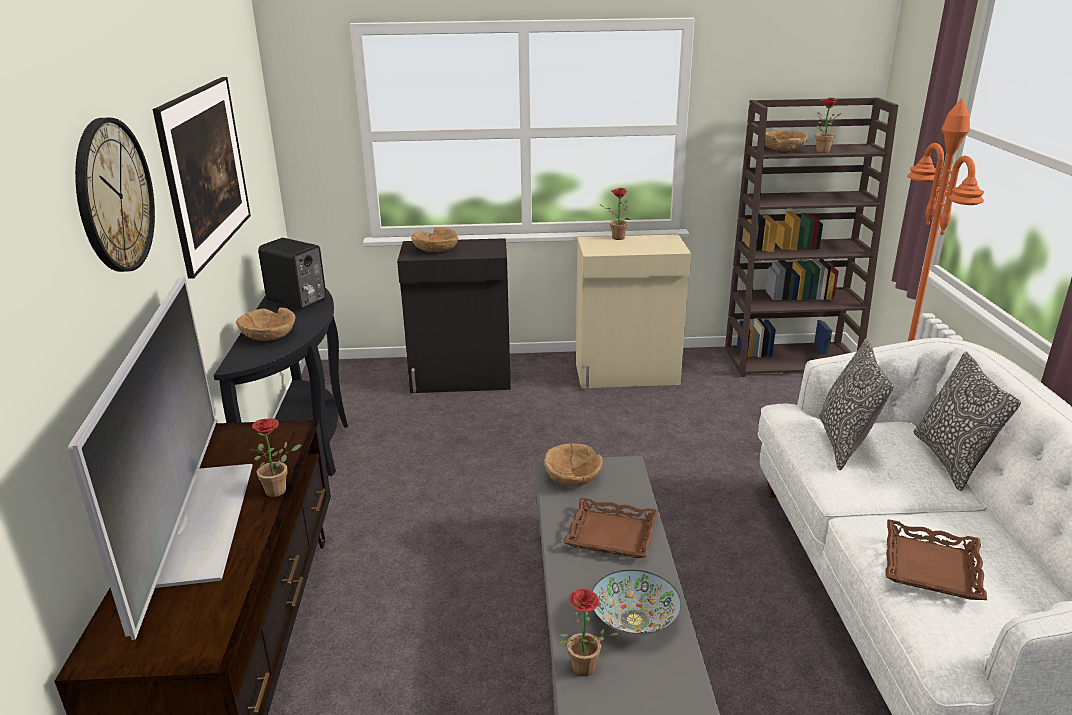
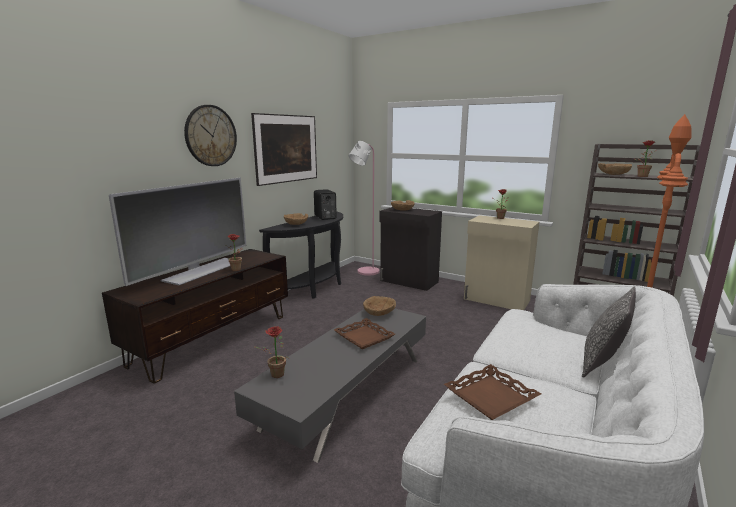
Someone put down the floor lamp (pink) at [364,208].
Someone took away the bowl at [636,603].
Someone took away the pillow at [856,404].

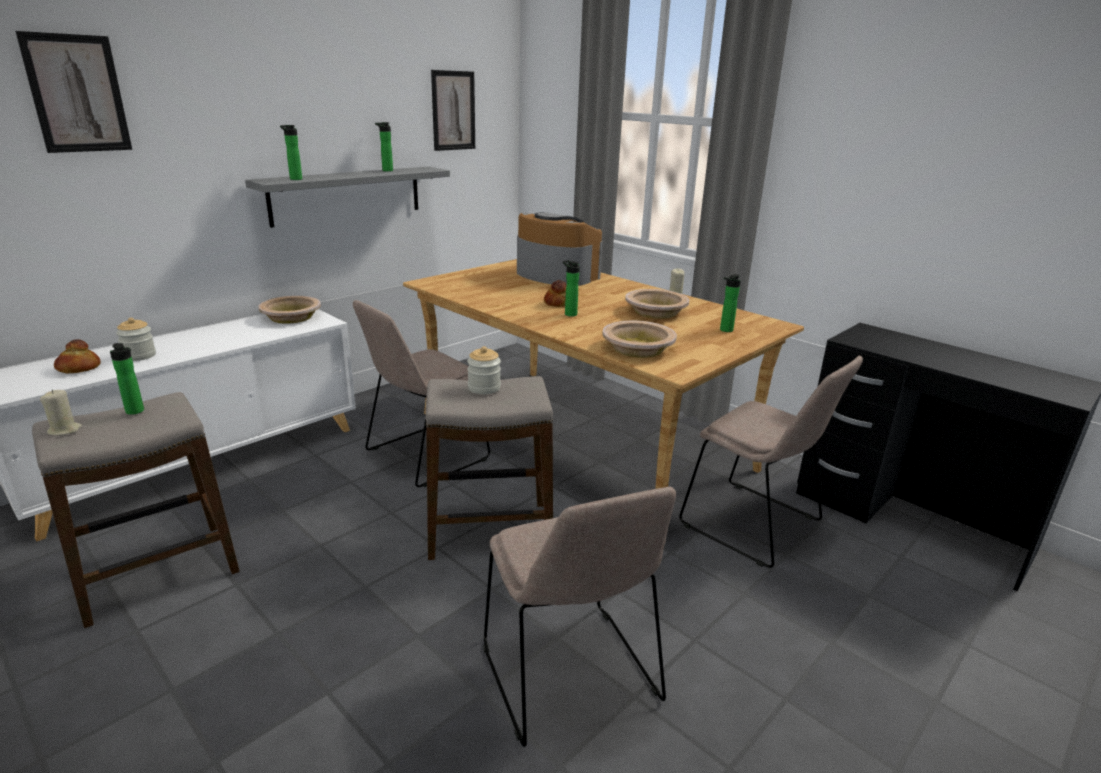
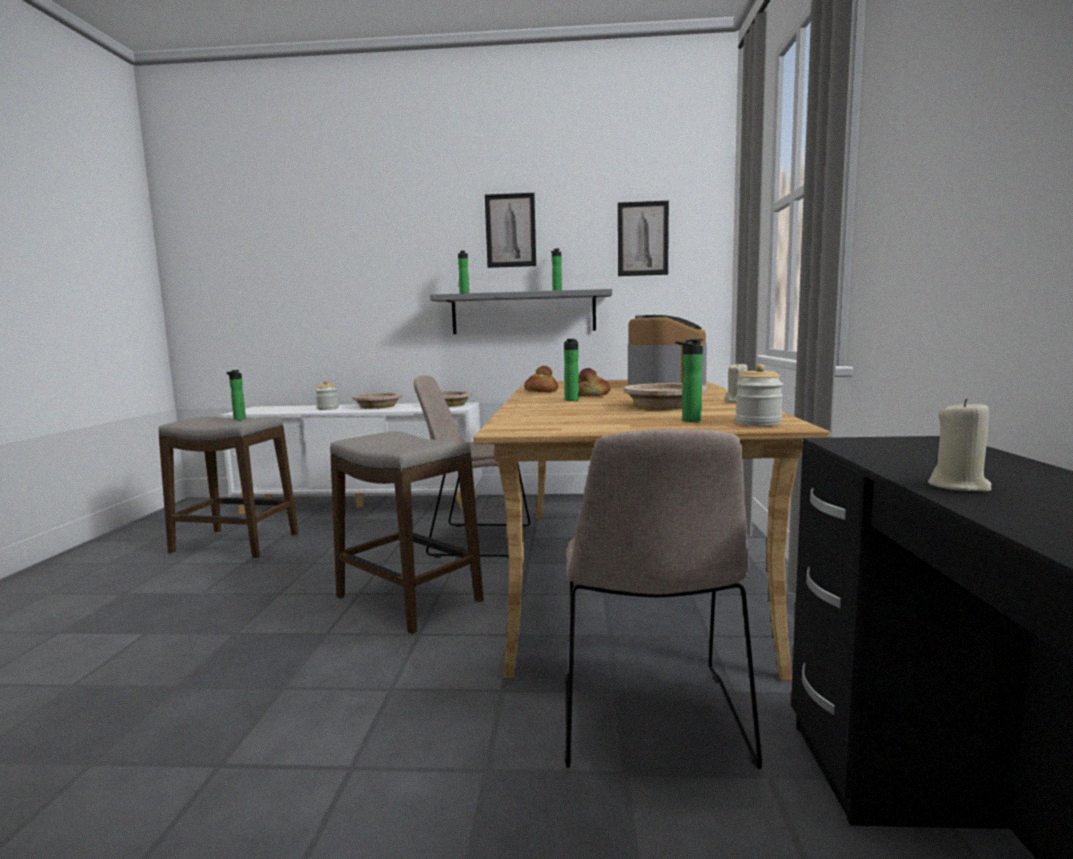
Someone carried the bowl (beige) from [639,339] to [377,401].
Someone carried the picture from [73,92] to [510,230].
Someone carried the bread from [77,356] to [541,379].
Someone carried the jar from [484,370] to [759,395].
Someone carried the candle (beige) from [61,413] to [959,445].
Someone took away the chair (beige) at [579,617].

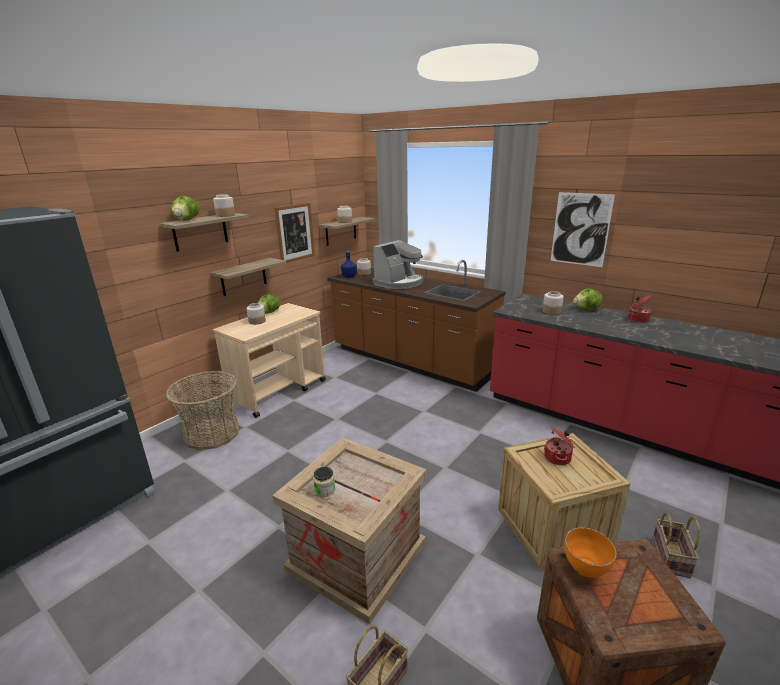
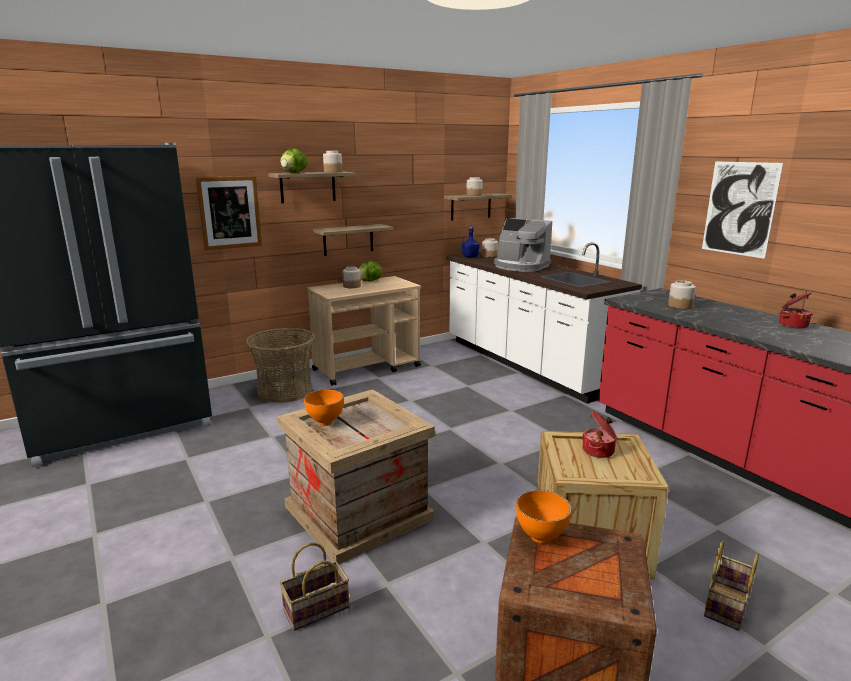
Someone carried the picture from [295,233] to [229,213].
Someone swapped the jar at [324,482] for the bowl (orange) at [324,407].
Someone repainted the counter (brown) at [416,326], which became the counter (white) at [544,323].
Someone rotated the coffee machine at [398,264] by 60 degrees clockwise.
Someone took away the lettuce at [587,299].

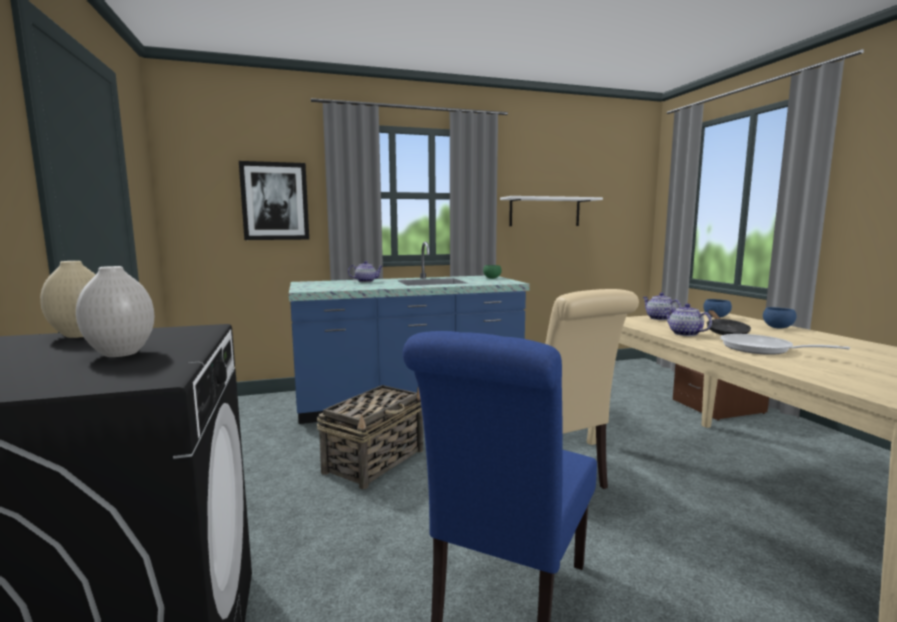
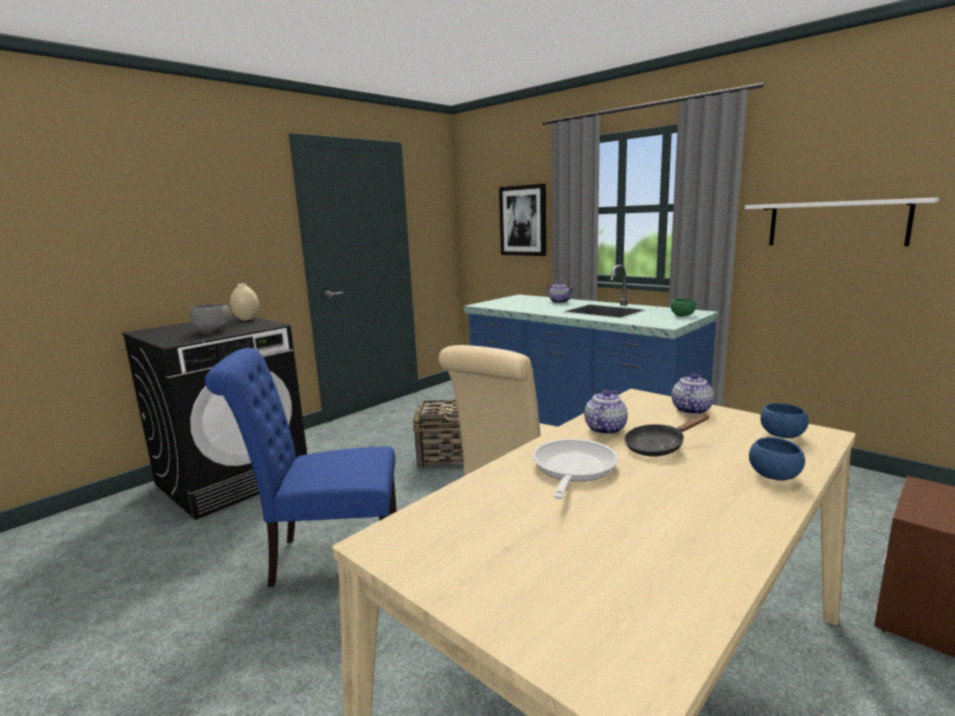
Someone swapped the vase (white) at [115,311] for the bowl (grey) at [210,318].

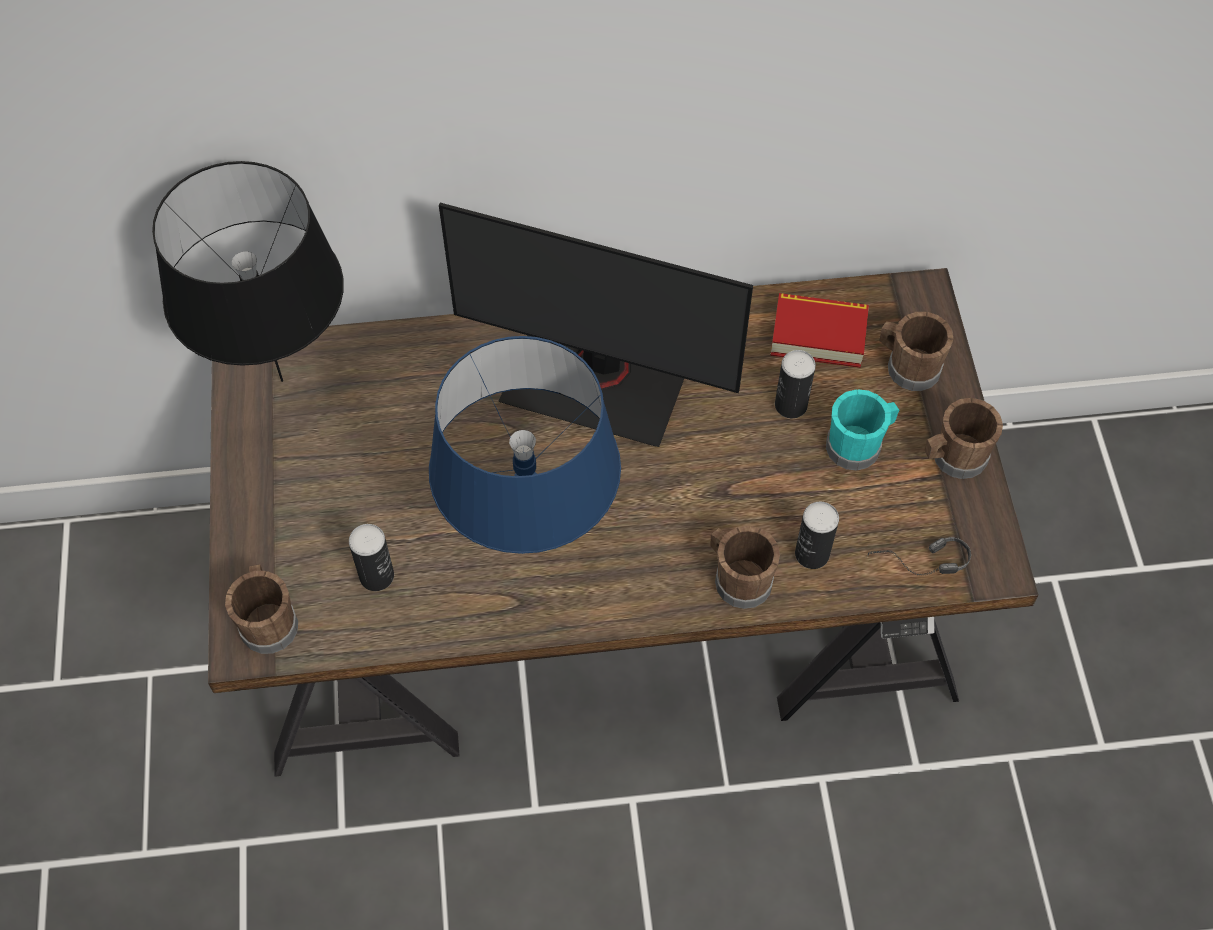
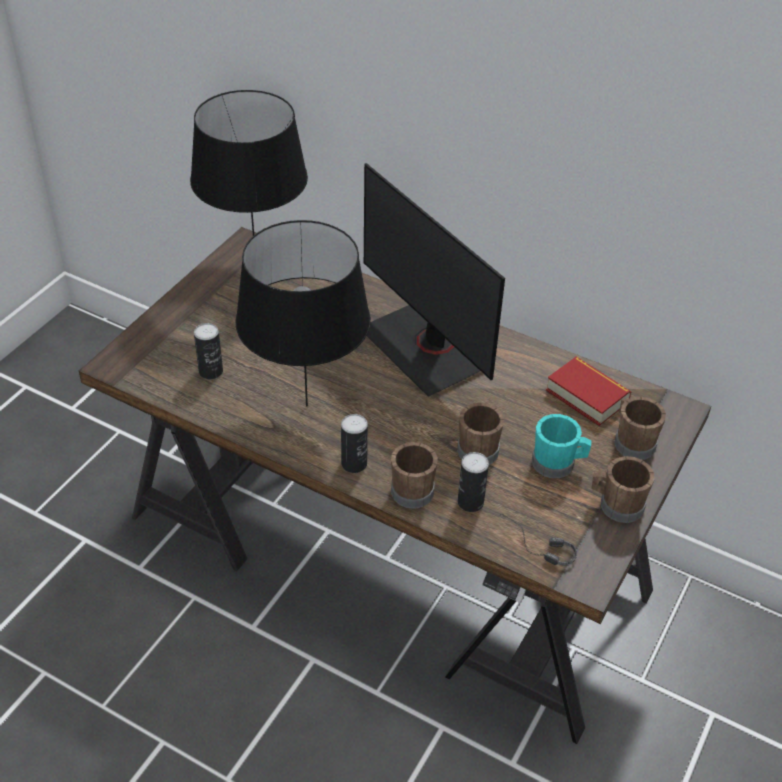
Someone repainted the table lamp (blue) at [525,445], which became the table lamp (black) at [303,313].
Someone carried the can from [795,384] to [354,443].
Someone carried the mug (brown) from [261,609] to [480,434].

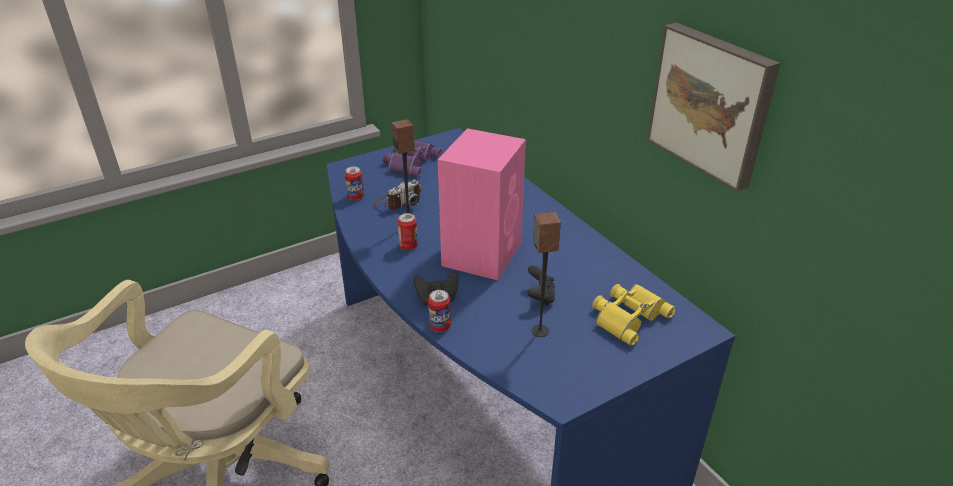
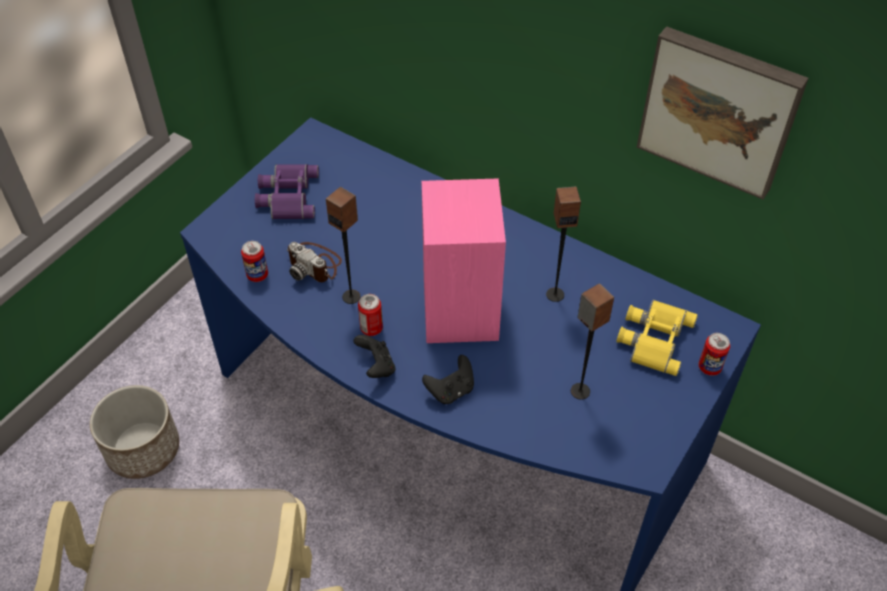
Someone put down the planter at [134,432].
Someone rotated the photo camera at [398,195] by 105 degrees clockwise.
Someone carried the game controller (black) from [541,285] to [374,356].
Someone put down the speaker at [563,244].
Someone carried the can from [439,311] to [714,354].

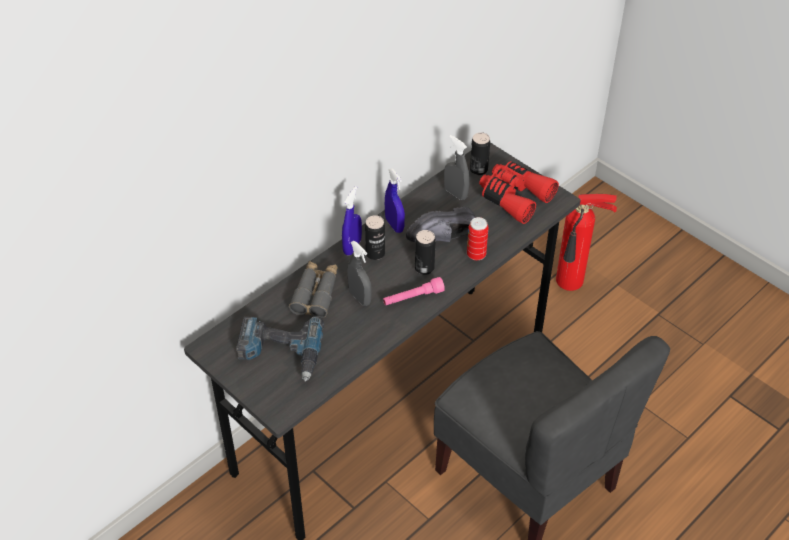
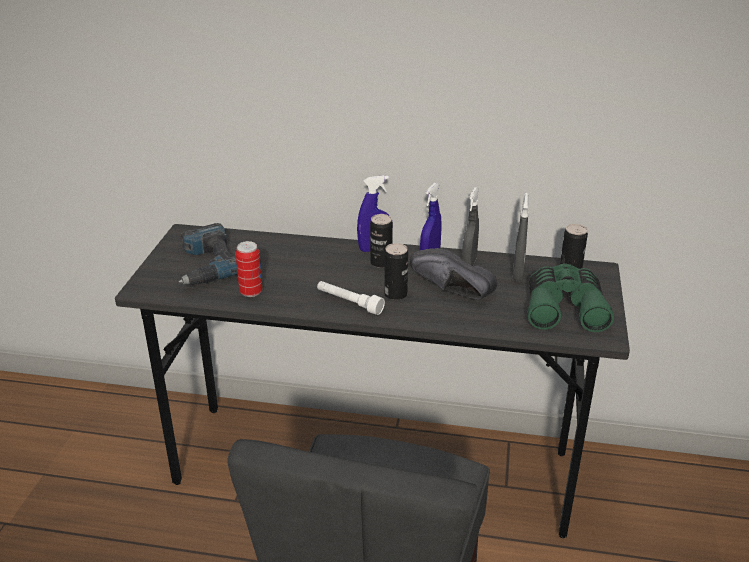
Someone carried the can from [478,238] to [249,269].
Someone repainted the flashlight (pink) at [414,291], which became the flashlight (white) at [351,298].
Someone carried the spray bottle (grey) from [359,273] to [470,226].
Someone repainted the binoculars (red) at [519,192], which became the binoculars (green) at [571,298].
Someone took away the binoculars (grey) at [313,289].
Someone took away the fire extinguisher at [586,242].

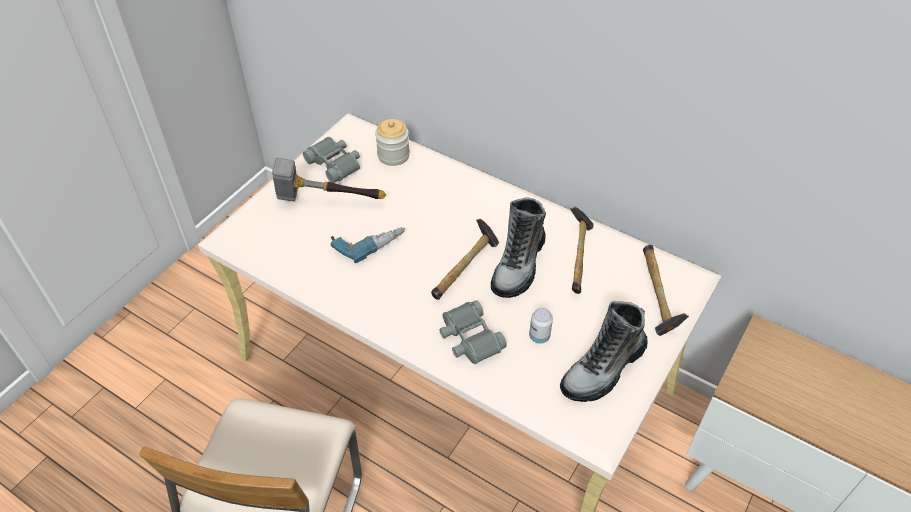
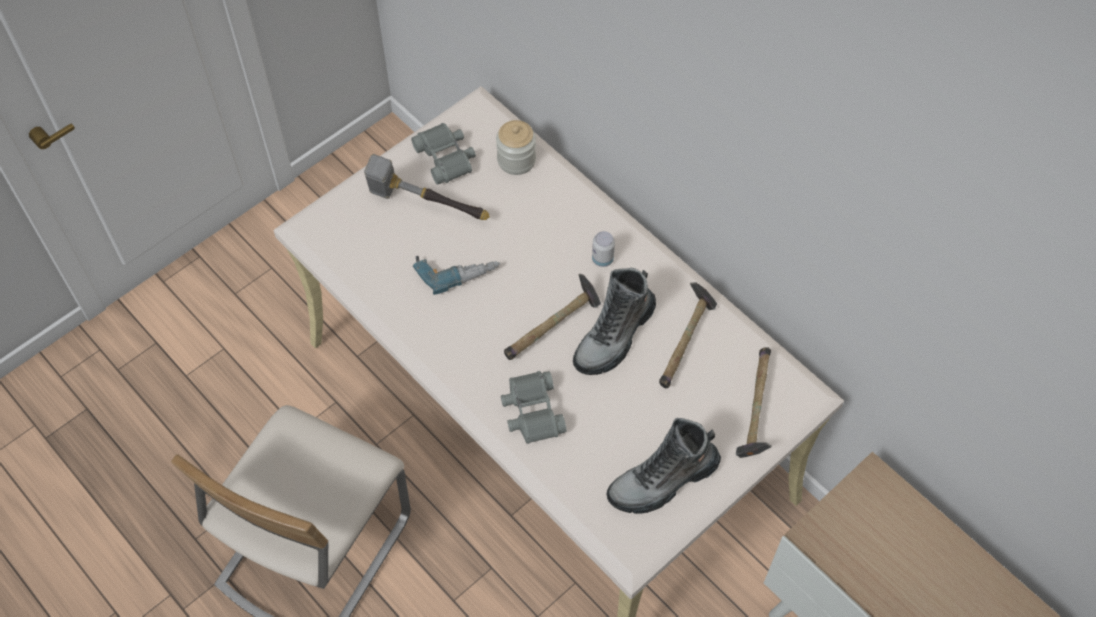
Someone carried the can from [541,326] to [603,249].

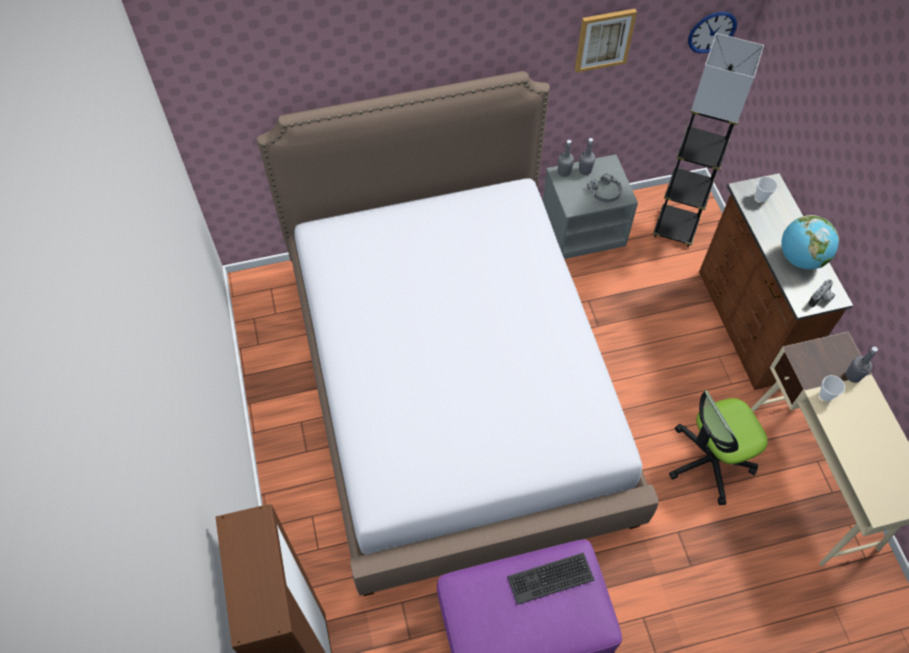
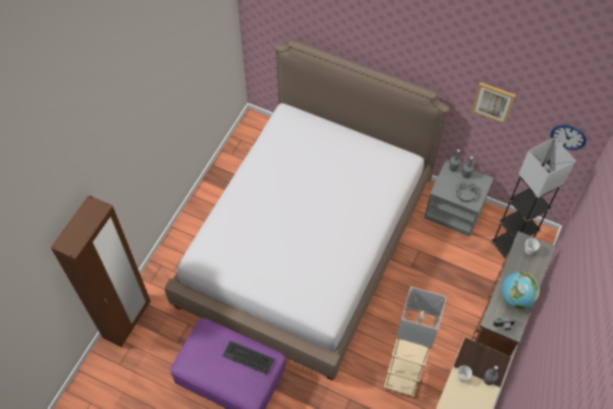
Someone swapped the office chair at [718,447] for the floor lamp (beige) at [415,342].

